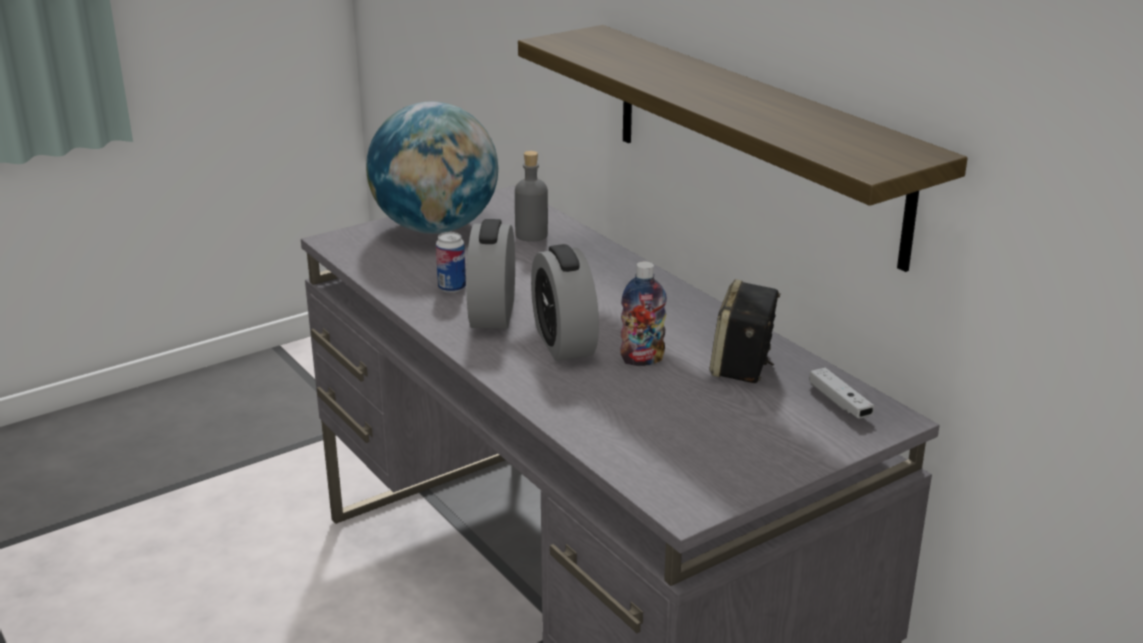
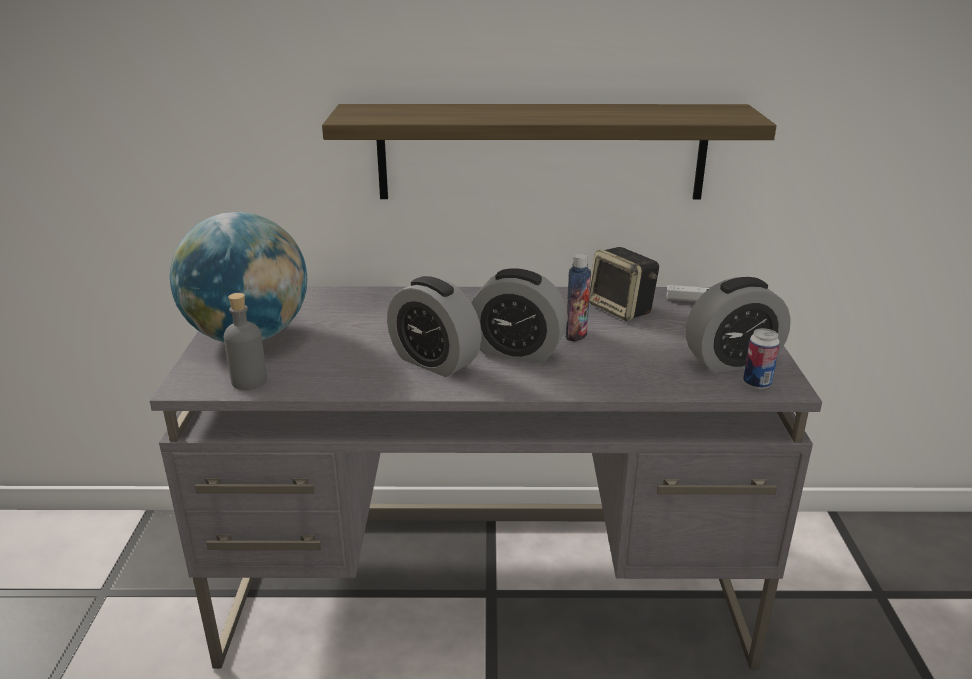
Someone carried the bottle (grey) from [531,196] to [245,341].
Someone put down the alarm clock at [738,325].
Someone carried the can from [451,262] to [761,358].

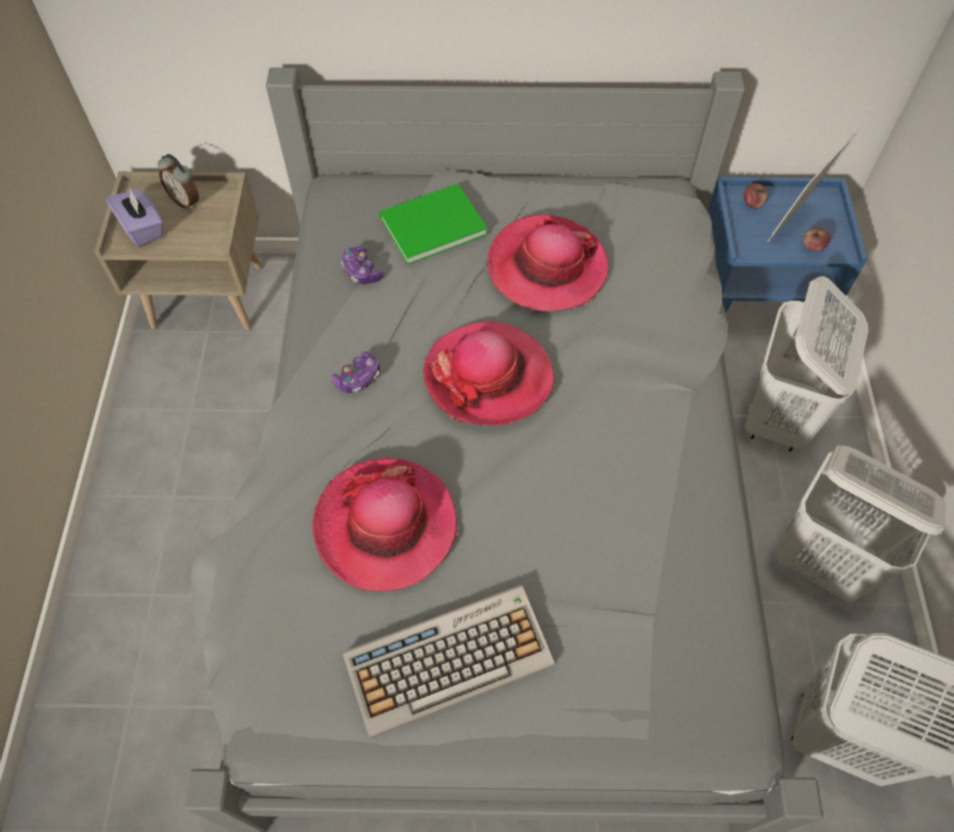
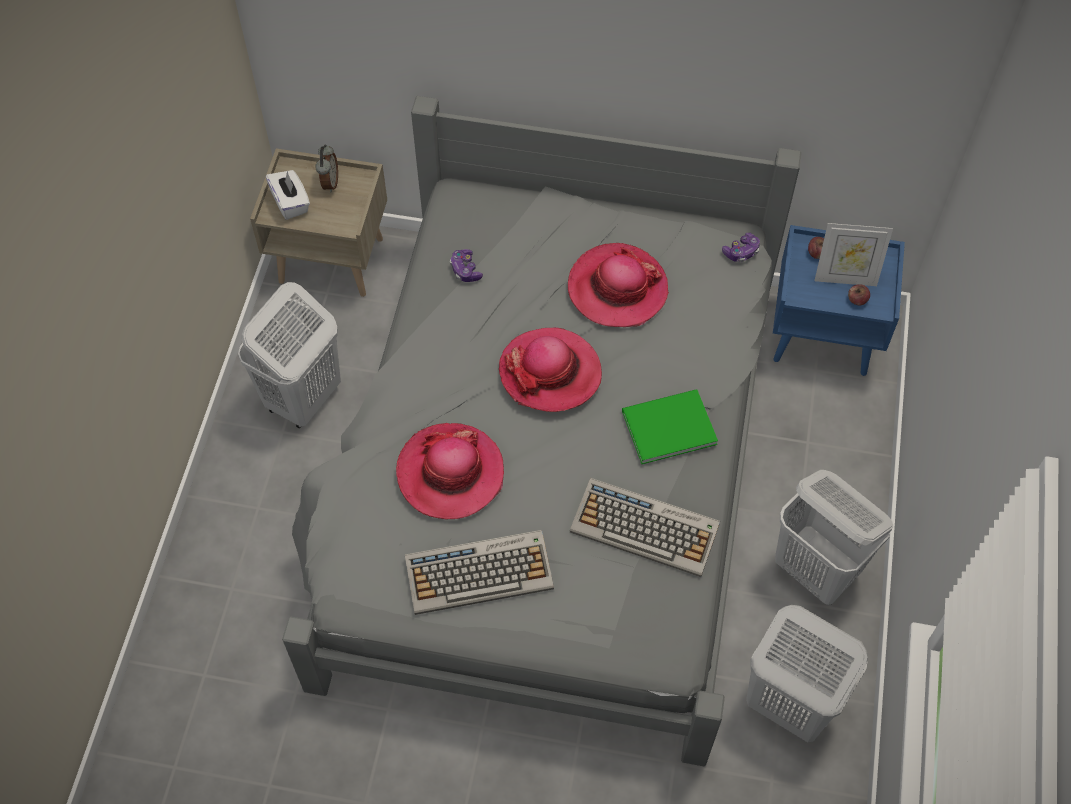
Someone carried the laundry basket (white) from [807,364] to [289,355].
Someone repainted the tissue box (purple) at [135,218], which became the tissue box (white) at [288,195].
Someone rotated the alarm clock at [178,182] by 135 degrees counterclockwise.
Someone put down the keyboard at [645,527].
Someone carried the book (green) from [433,224] to [670,426].
Someone carried the game controller from [355,372] to [741,247].
Someone rotated the picture frame at [807,192] by 135 degrees counterclockwise.

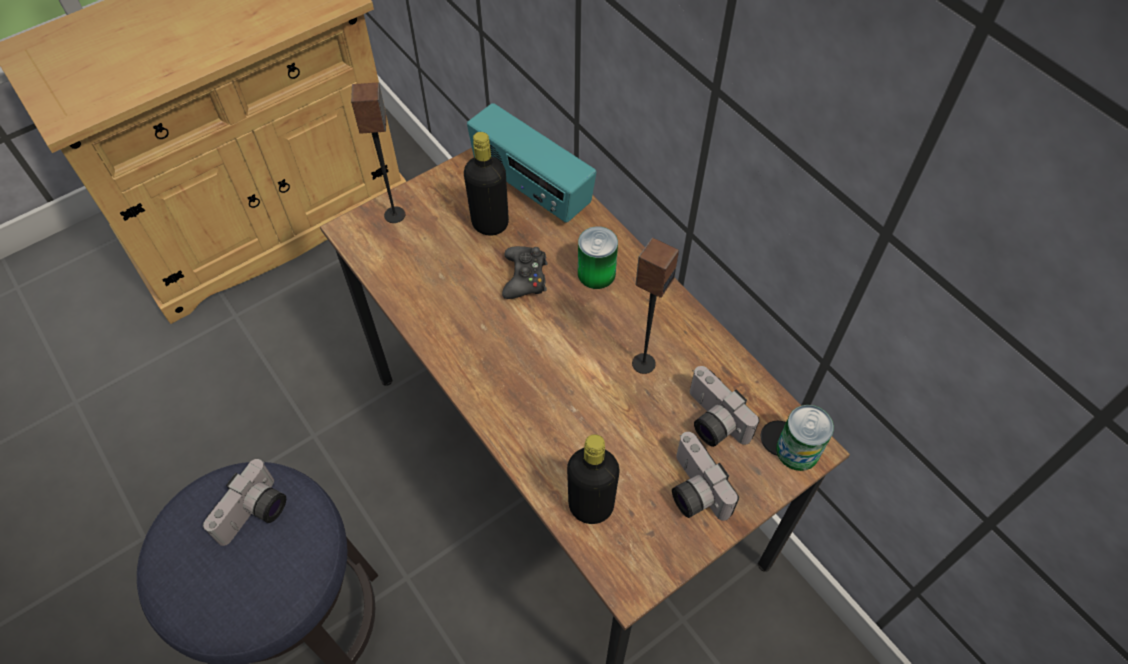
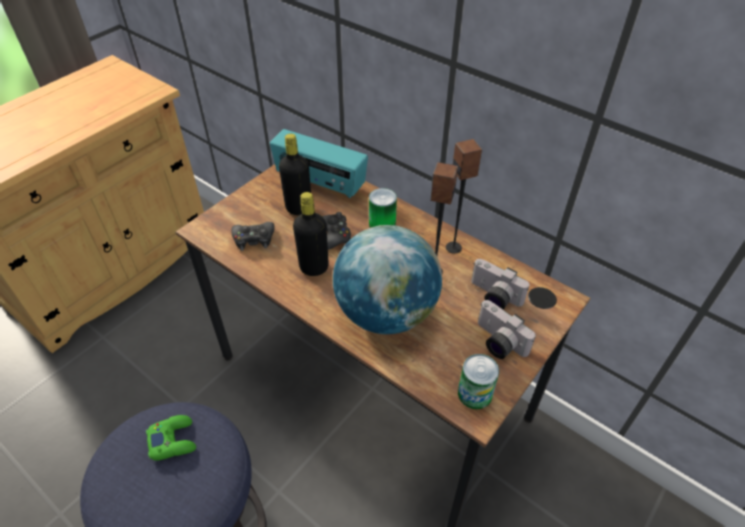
Someone swapped the photo camera at [244,502] for the game controller (green) at [171,438].
Someone put down the game controller (black) at [253,236].
Someone carried the bottle (black) from [593,479] to [311,234].
Someone put down the globe at [387,279].
Someone carried the speaker from [378,153] to [464,196].
Someone carried the can from [805,438] to [478,381].

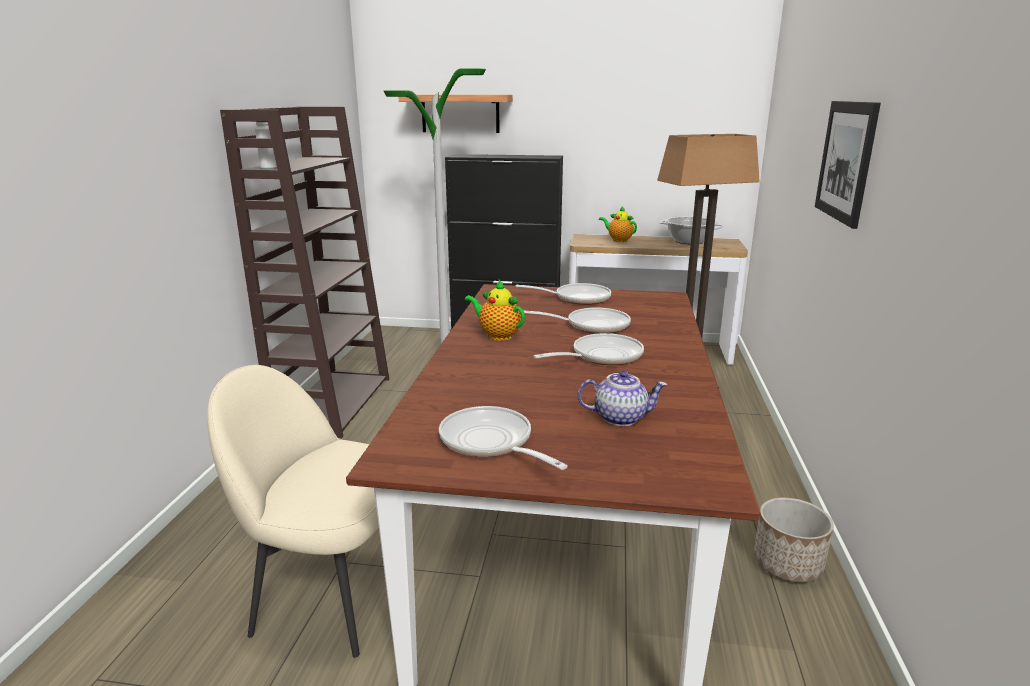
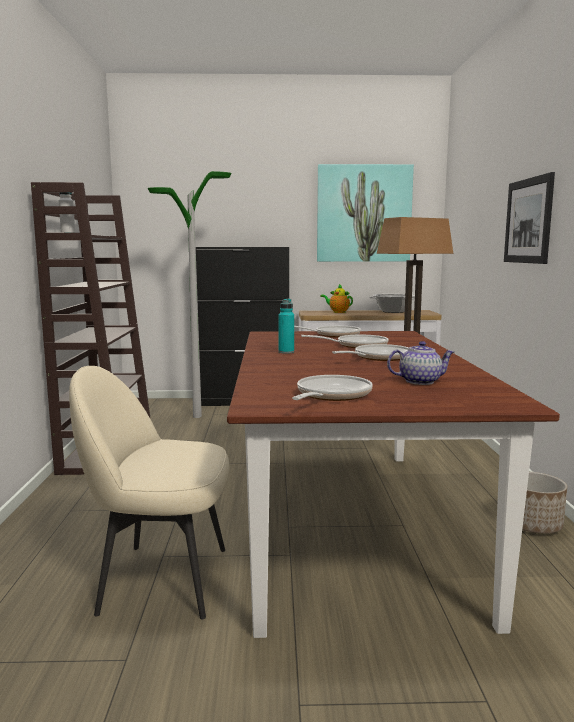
Someone swapped the teapot at [495,310] for the bottle (turquoise) at [286,326].
Someone rotated the frying pan at [503,438] by 75 degrees clockwise.
Someone put up the picture at [365,213].
Someone took away the shelf at [456,114].

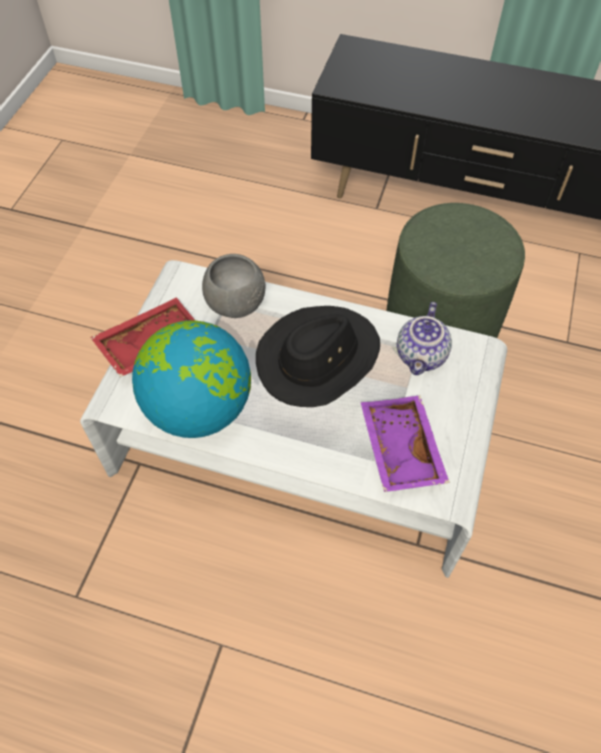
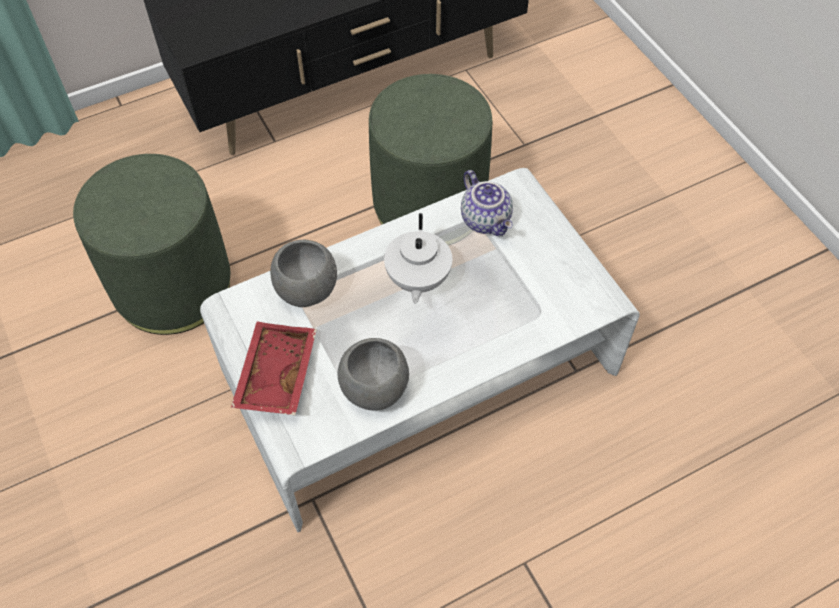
Someone put down the ottoman (green) at [151,244].
Someone swapped the globe at [191,379] for the bowl (grey) at [373,374].
Someone swapped the hat (black) at [318,356] for the teapot (white) at [418,258].
Someone took away the tray (purple) at [405,444].

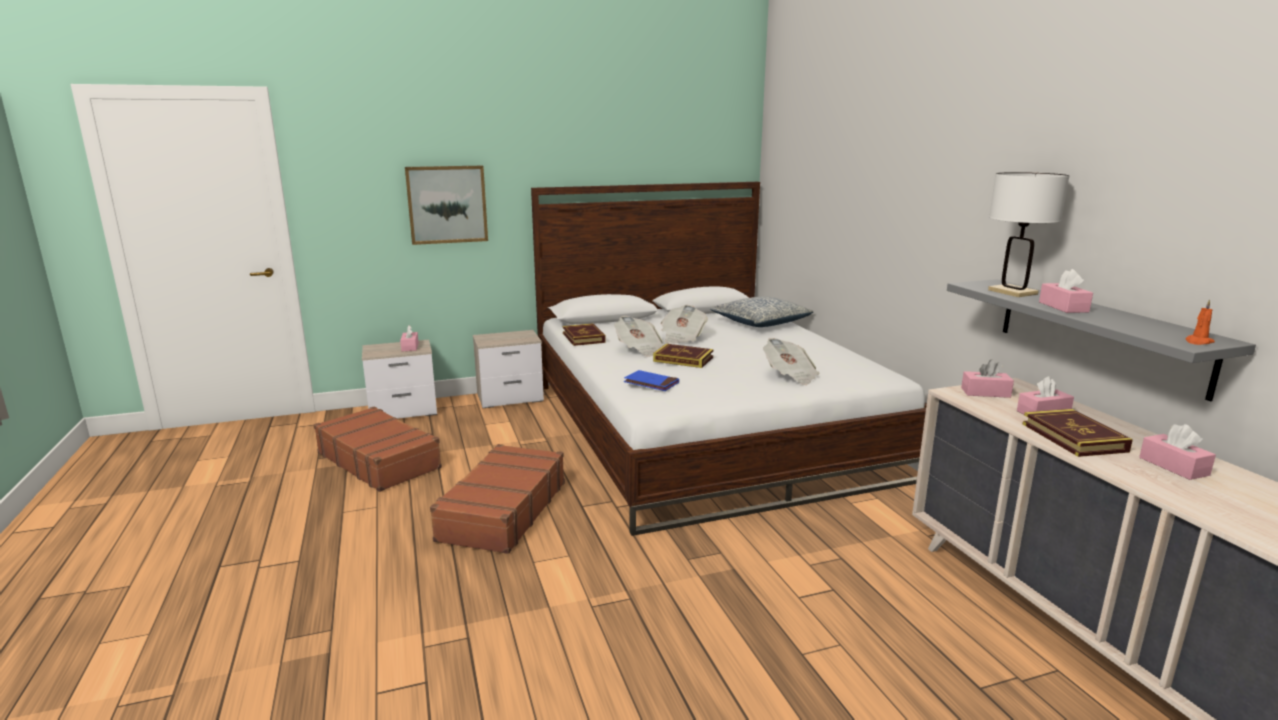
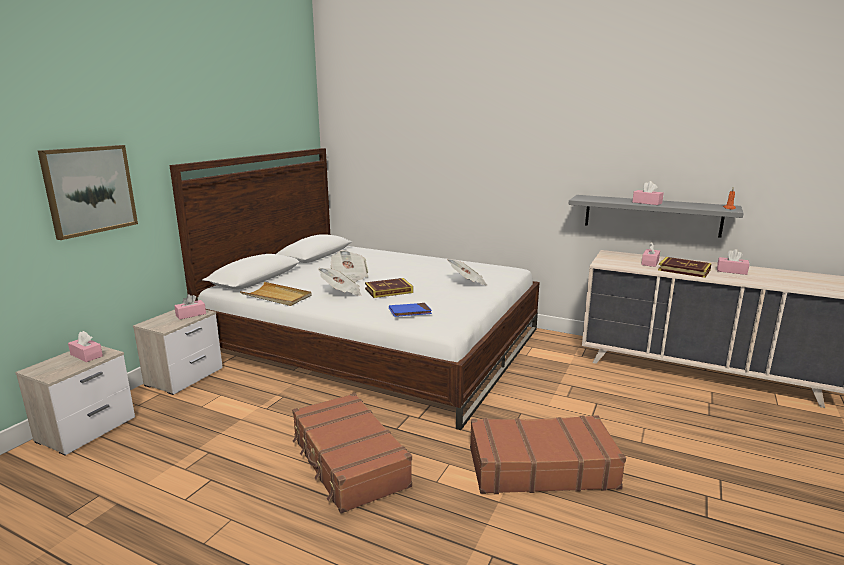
Someone carried the tissue box (pink) from [987,378] to [190,307].
Someone swapped the book at [584,334] for the tray (beige) at [276,294].
Someone carried the suitcase (brown) from [378,449] to [548,454].
Someone took away the pillow at [761,311].
Someone took away the table lamp (white) at [1029,234].

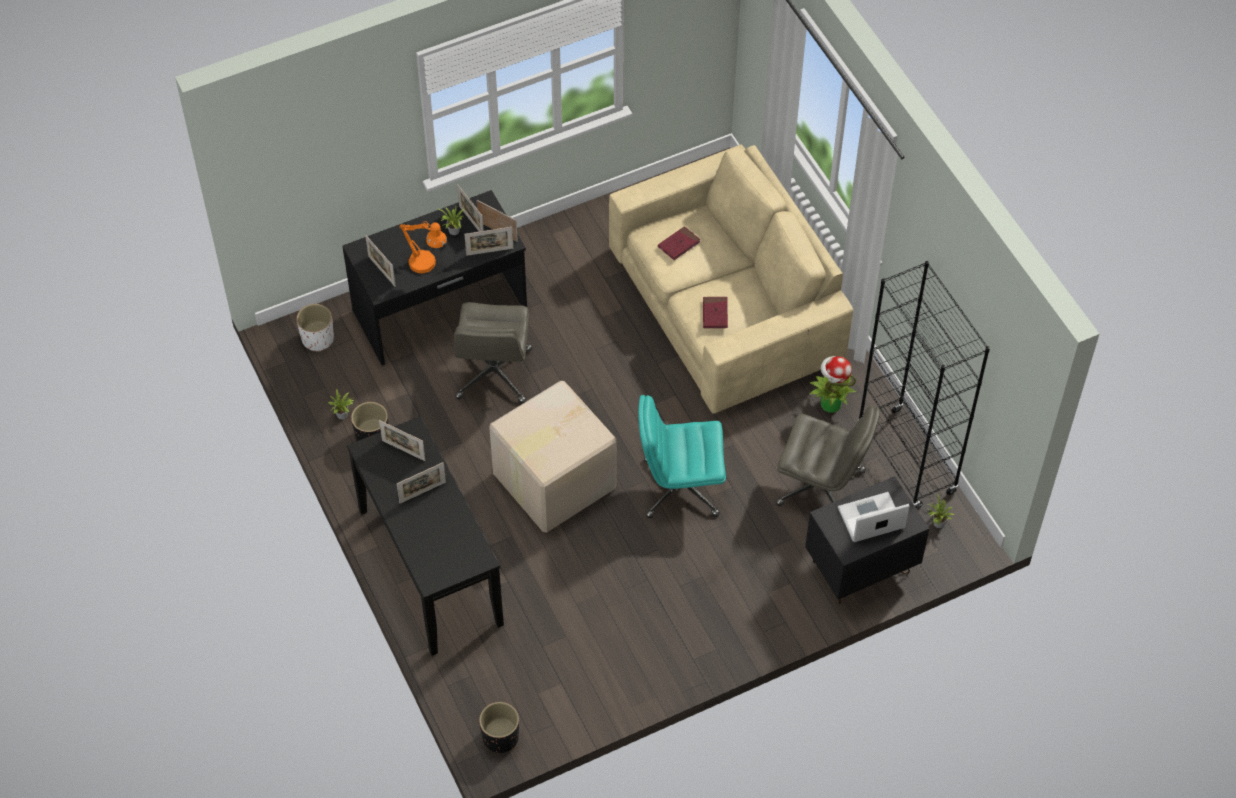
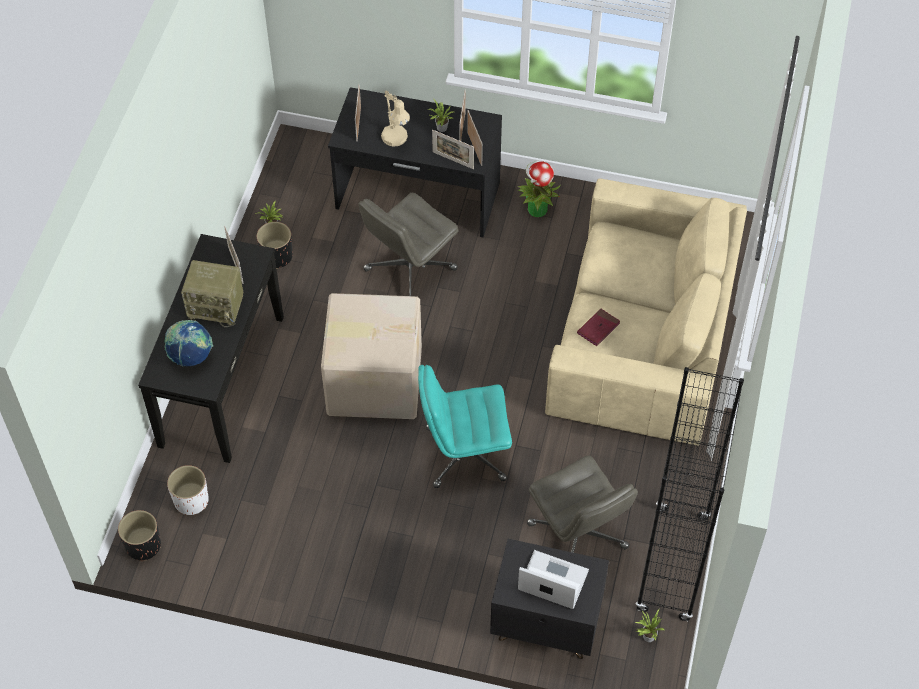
Someone put down the globe at [188,343].
Someone carried the planter (white) from [315,328] to [188,490].
Someone swapped the picture frame at [421,482] for the radio at [212,293].
Someone repainted the table lamp (orange) at [423,247], which became the table lamp (beige) at [395,118].
Someone rotated the office chair (turquoise) at [682,456] by 45 degrees counterclockwise.
Someone carried the potted plant from [832,384] to [539,188].
Someone took away the book (red) at [679,243].

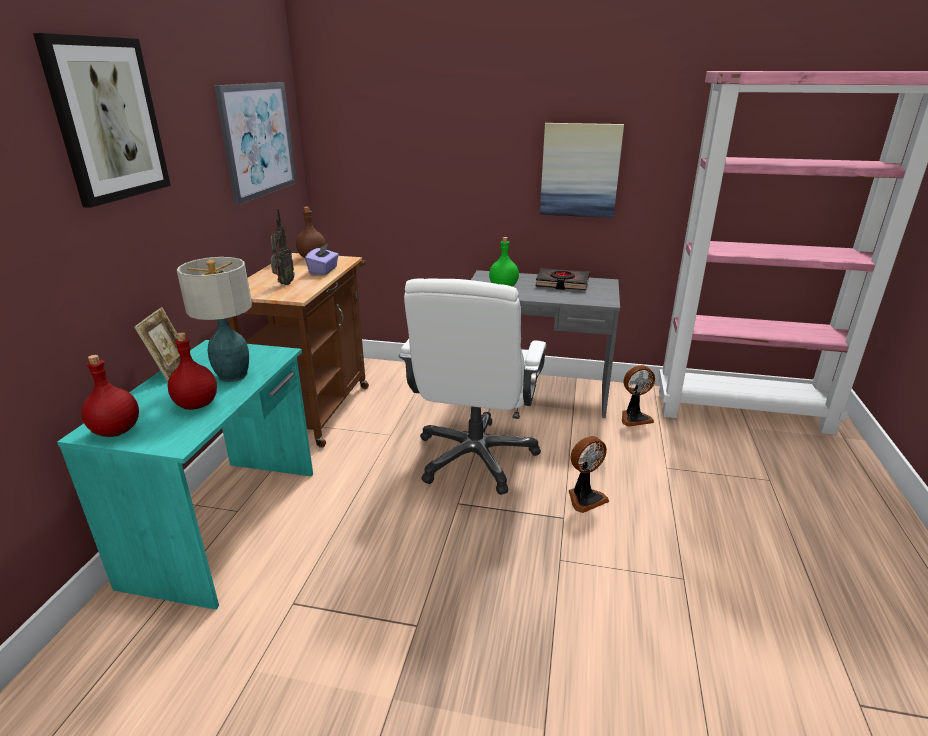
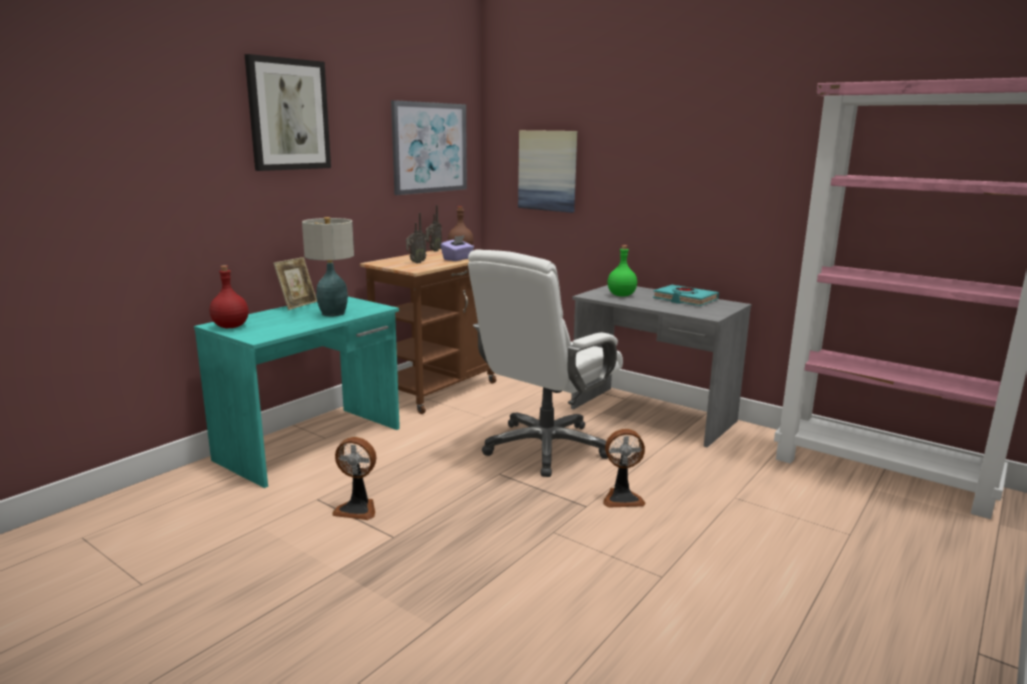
Someone carried the fan from [638,396] to [354,478].
Someone carried the picture from [582,170] to [547,171].
Someone repainted the book (black) at [563,279], which became the book (turquoise) at [686,295].
Someone took away the bottle (red) at [192,371].

